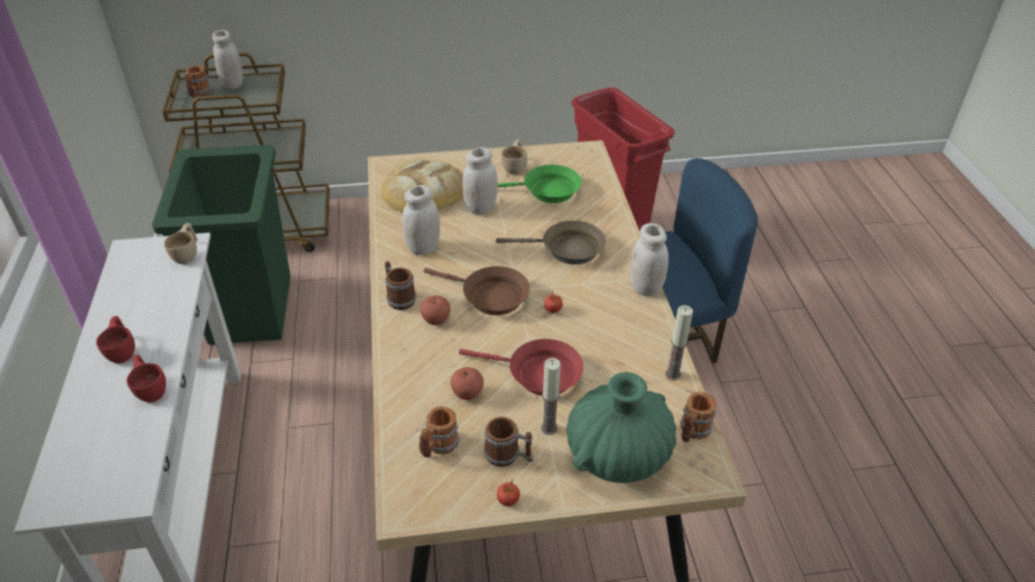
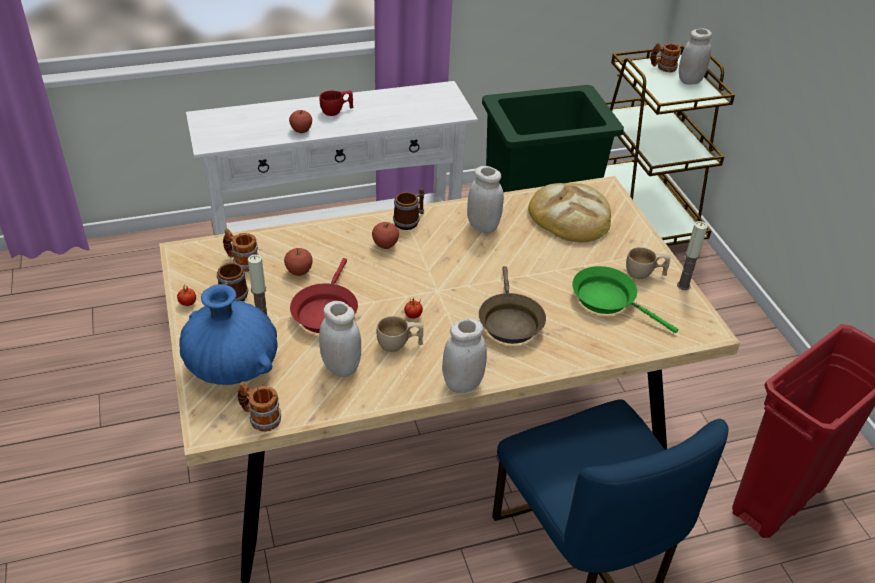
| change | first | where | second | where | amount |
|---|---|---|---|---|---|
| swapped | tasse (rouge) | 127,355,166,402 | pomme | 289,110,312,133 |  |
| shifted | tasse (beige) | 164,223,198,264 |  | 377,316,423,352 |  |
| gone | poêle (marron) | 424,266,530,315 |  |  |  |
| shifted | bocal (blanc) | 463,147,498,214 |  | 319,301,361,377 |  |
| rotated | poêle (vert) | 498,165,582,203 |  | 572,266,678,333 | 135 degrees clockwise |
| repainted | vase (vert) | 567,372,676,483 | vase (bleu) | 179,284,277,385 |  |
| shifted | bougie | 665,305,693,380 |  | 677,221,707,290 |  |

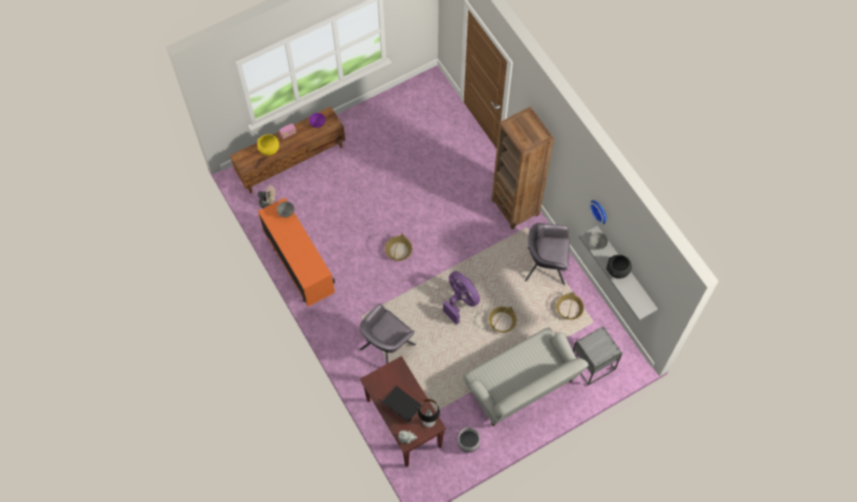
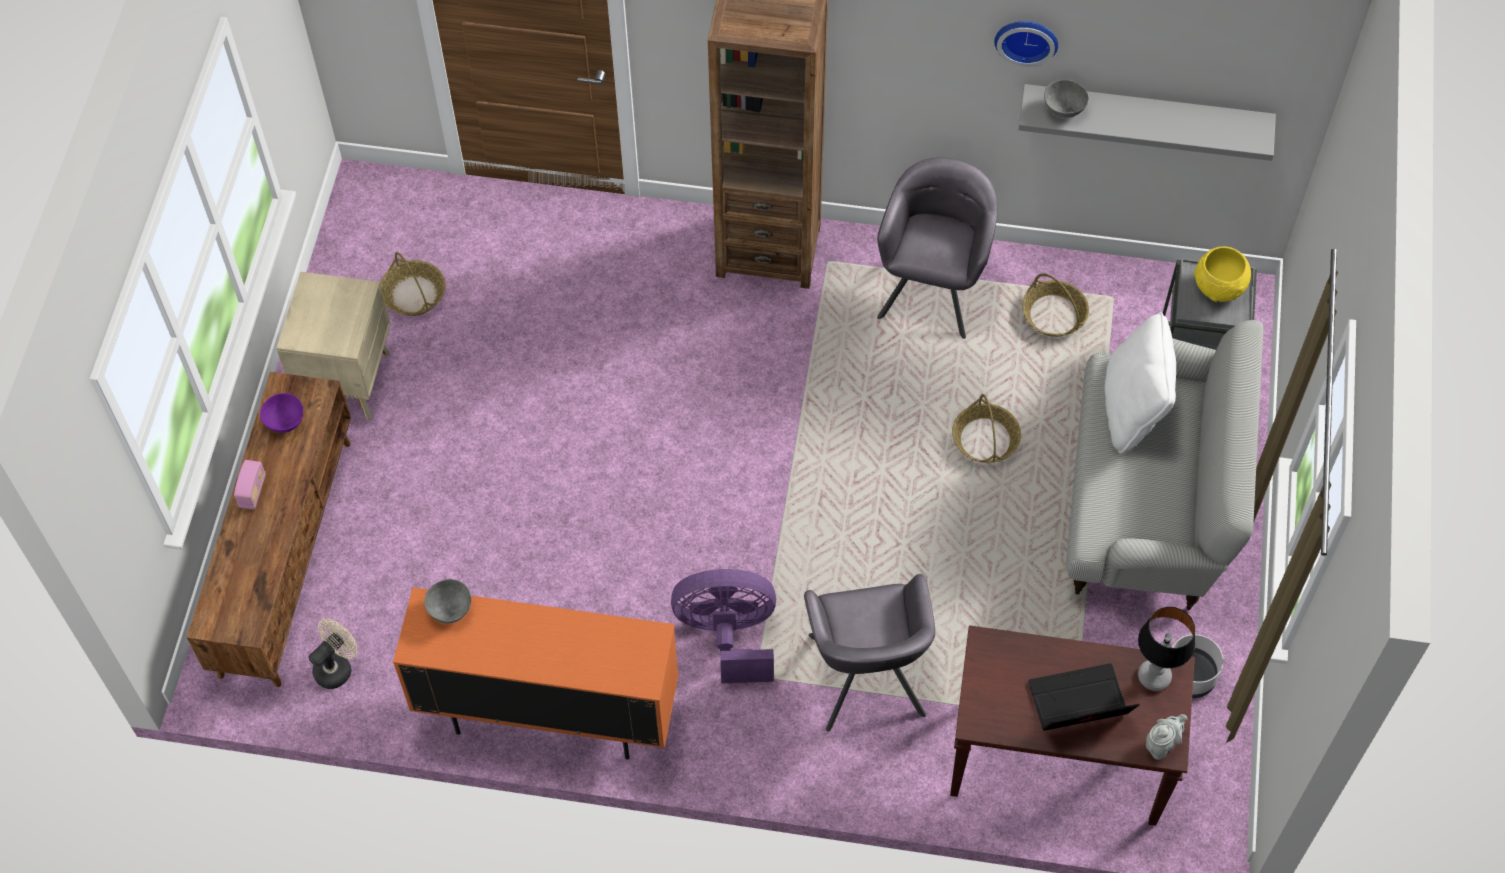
| change | first | where | second | where | amount |
|---|---|---|---|---|---|
| shifted | bol (jaune) | 257,134,279,156 |  | 1194,246,1251,302 |  |
| shifted | panier | 385,234,412,261 |  | 380,252,446,316 |  |
| shifted | ventilateur (violet) | 443,271,480,325 |  | 671,569,776,683 |  |
| rotated | fauteuil (gris) | 525,223,570,285 |  | 877,157,998,339 | 150 degrees clockwise |
| gone | bol (noir) | 606,255,632,279 |  |  |  |
| new |  |  | table de chevet (beige) | 276,272,391,420 |  |
| new |  |  | coussin (blanc) | 1105,312,1176,454 |  |

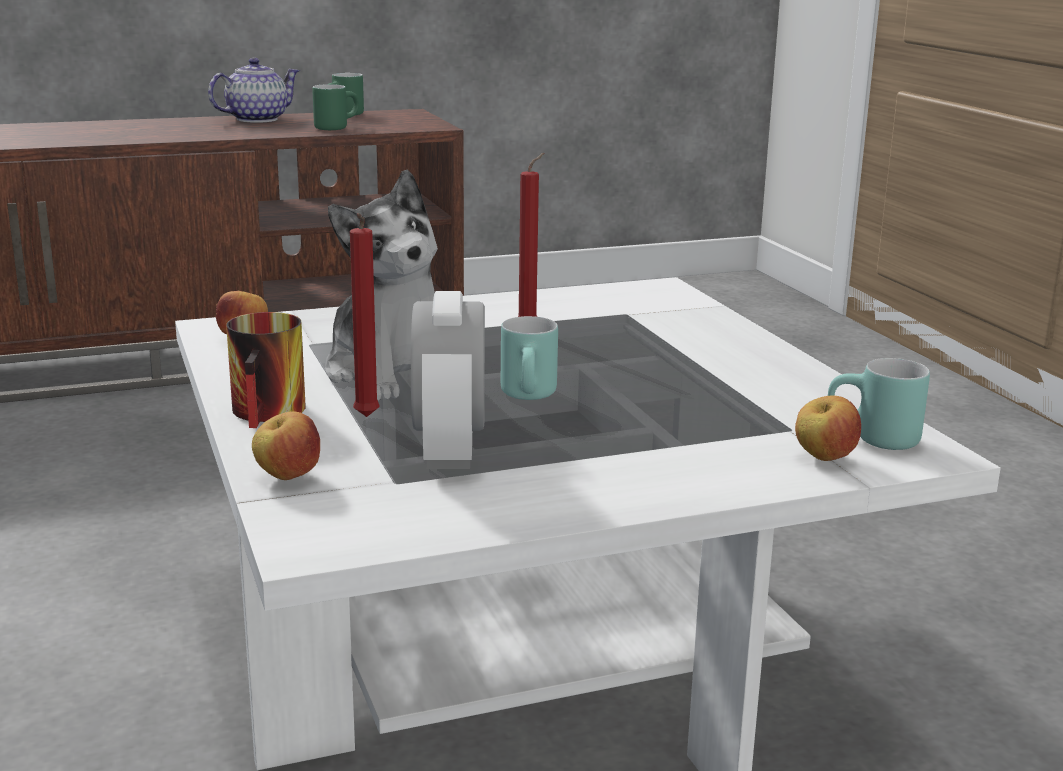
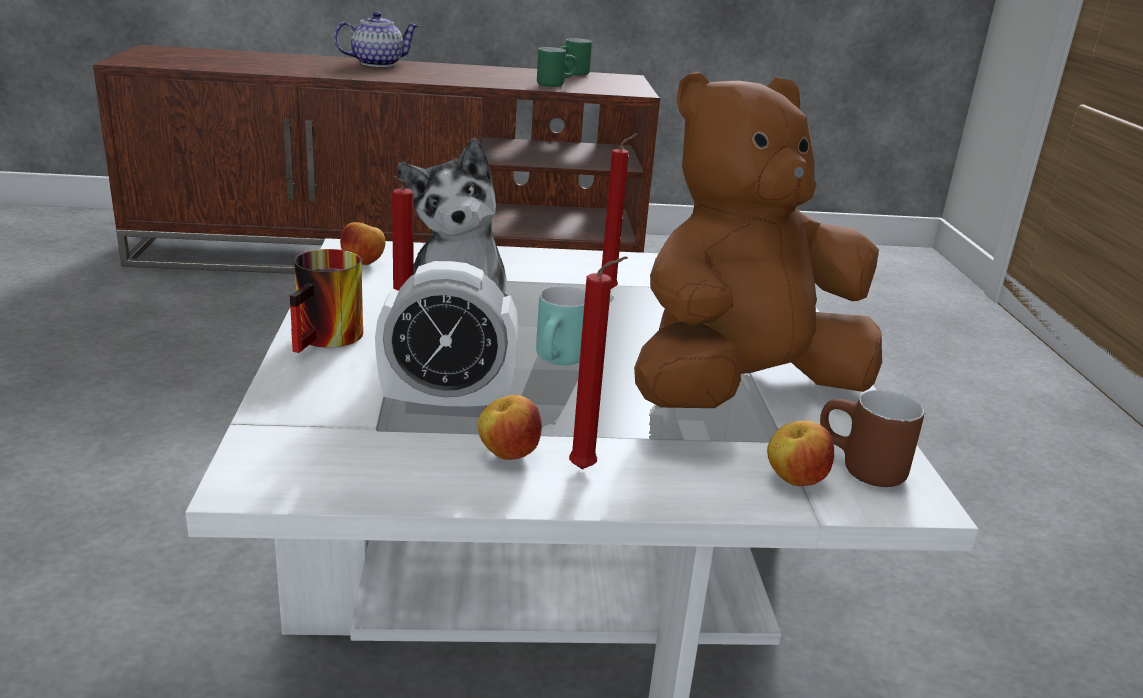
| change | first | where | second | where | amount |
|---|---|---|---|---|---|
| shifted | théière | 208,58,300,123 |  | 334,11,419,67 |  |
| shifted | pomme | 252,411,320,480 |  | 478,395,542,460 |  |
| rotated | réveil | 411,291,485,469 |  | 375,261,519,417 | 105 degrees counterclockwise |
| repainted | mug (turquoise) | 828,358,930,450 | mug (marron) | 820,390,924,487 |  |
| new |  |  | bougie (rouge) | 569,257,628,469 |  |
| new |  |  | peluche (marron) | 634,71,882,408 |  |

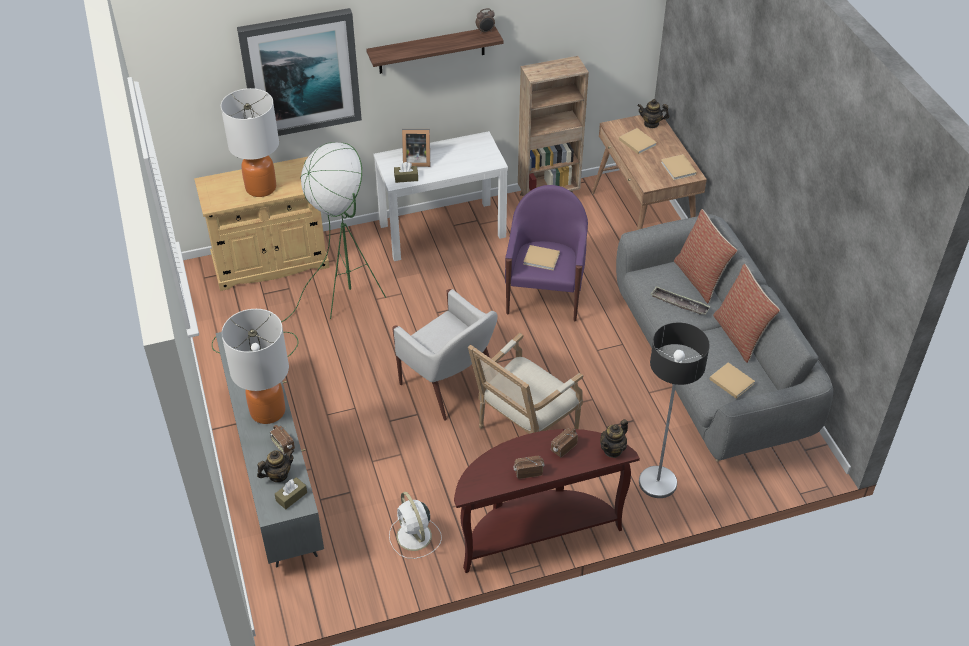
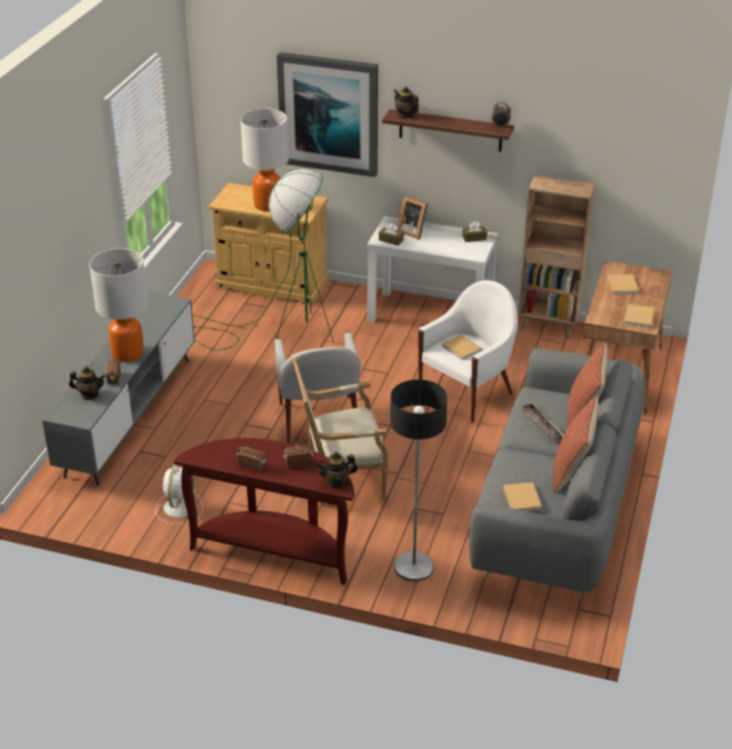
| change | first | where | second | where | amount |
|---|---|---|---|---|---|
| shifted | boîte à mouchoirs (marron) | 275,477,307,509 |  | 462,221,487,242 |  |
| repainted | fauteuil (violet) | 505,185,588,321 | fauteuil (blanc) | 418,280,518,423 |  |
| shifted | théière | 637,99,669,128 |  | 394,87,419,119 |  |

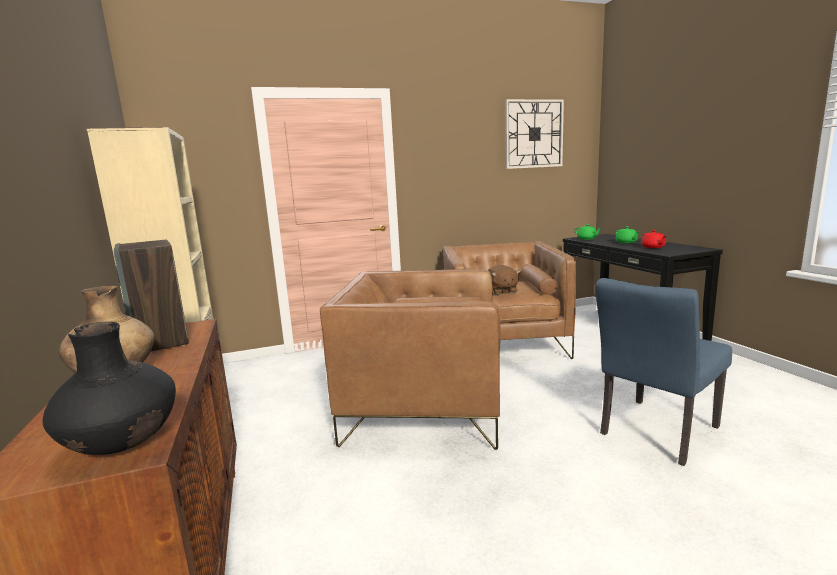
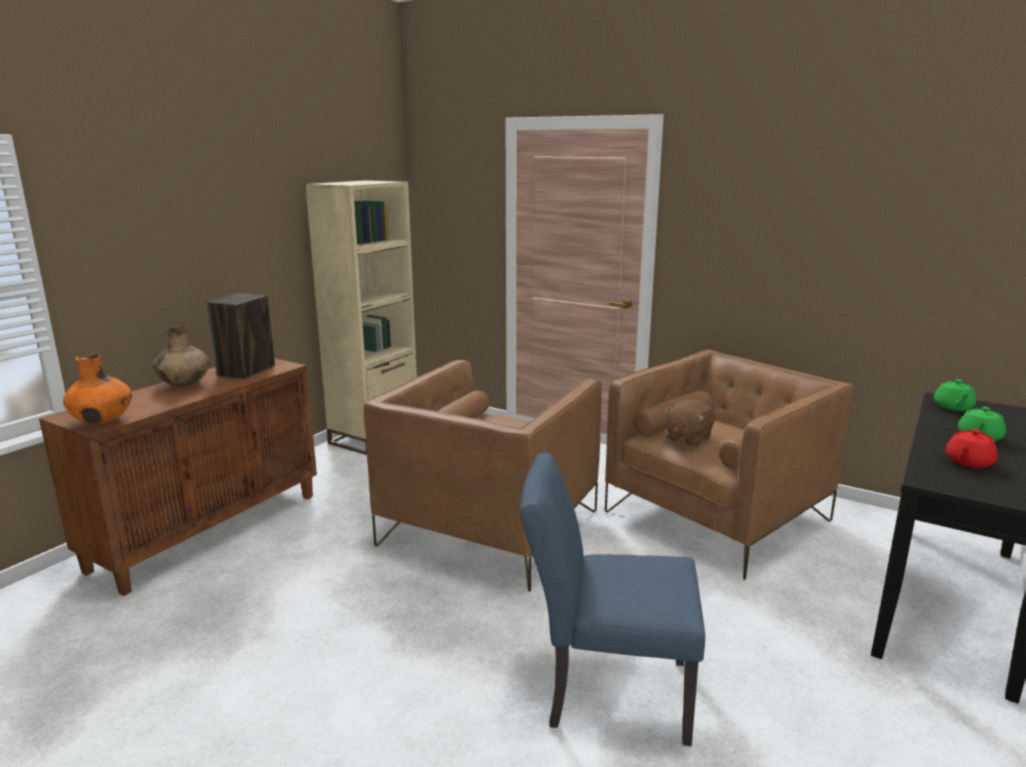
| change | first | where | second | where | amount |
|---|---|---|---|---|---|
| repainted | vase (noir) | 42,322,176,455 | vase (orange) | 63,354,132,424 |  |
| rotated | fauteuil (marron) | 320,269,500,450 |  | 364,359,602,592 | 120 degrees counterclockwise |
| gone | horloge murale | 505,99,564,169 |  |  |  |

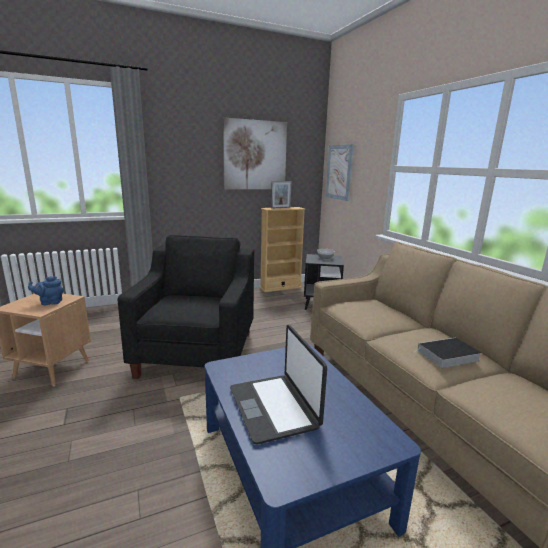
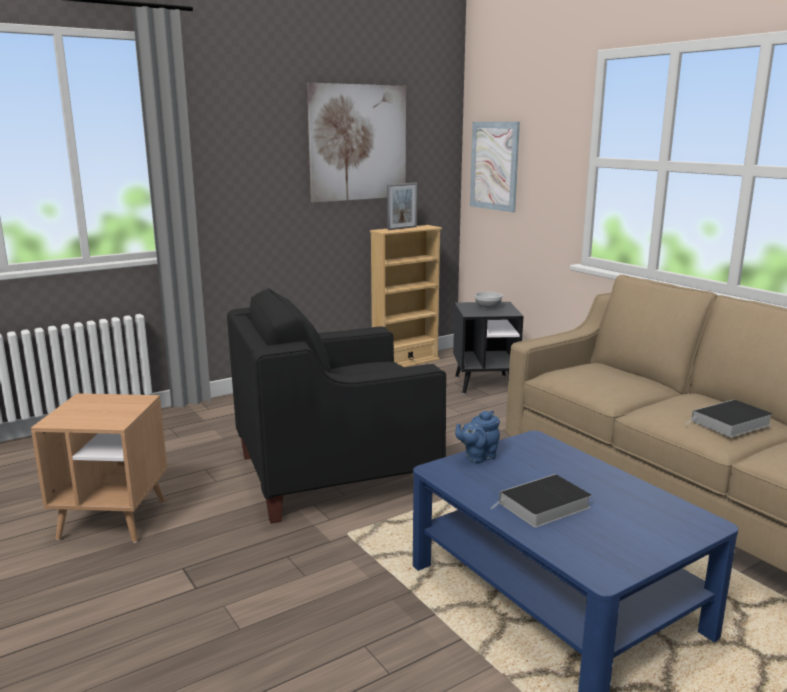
| change | first | where | second | where | amount |
|---|---|---|---|---|---|
| shifted | théière (bleu) | 28,276,64,305 |  | 455,410,500,463 |  |
| rotated | fauteuil (noir) | 118,235,254,379 |  | 227,288,446,524 | 105 degrees counterclockwise |
| swapped | ordinateur portable | 230,325,327,445 | livre | 490,474,591,528 |  |

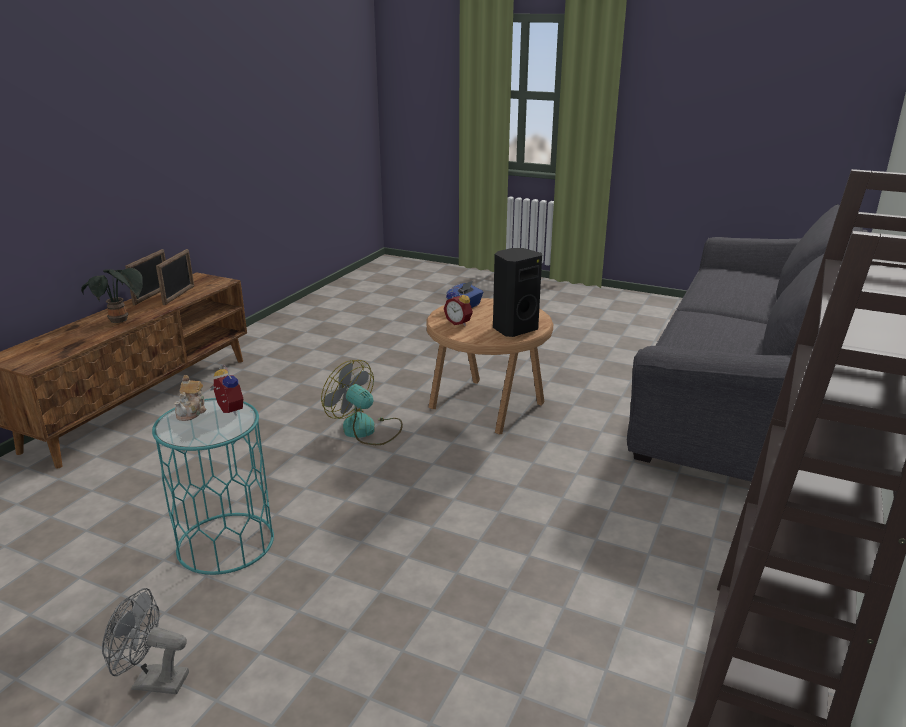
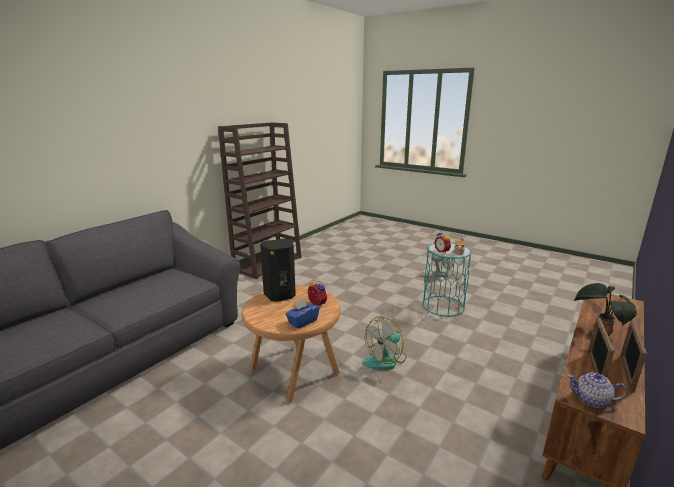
| change | first | where | second | where | amount |
|---|---|---|---|---|---|
| rotated | ventilateur | 321,360,403,445 |  | 363,316,407,370 | 90 degrees clockwise |
| new |  |  | théière | 567,372,627,408 |  |

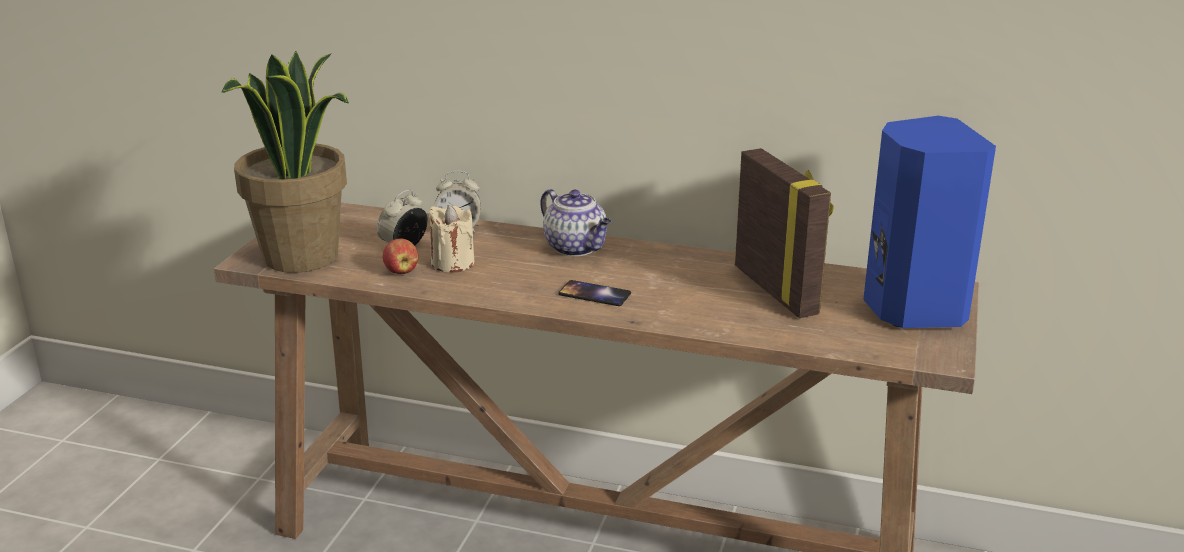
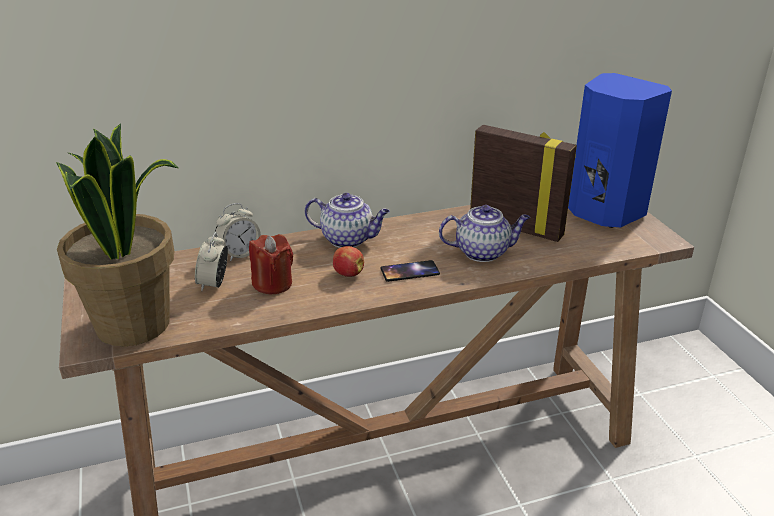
| change | first | where | second | where | amount |
|---|---|---|---|---|---|
| shifted | pomme | 383,238,418,274 |  | 333,246,364,277 |  |
| repainted | bougie (beige) | 429,205,474,272 | bougie (rouge) | 249,234,293,294 |  |
| new |  |  | théière | 439,205,530,262 |  |

